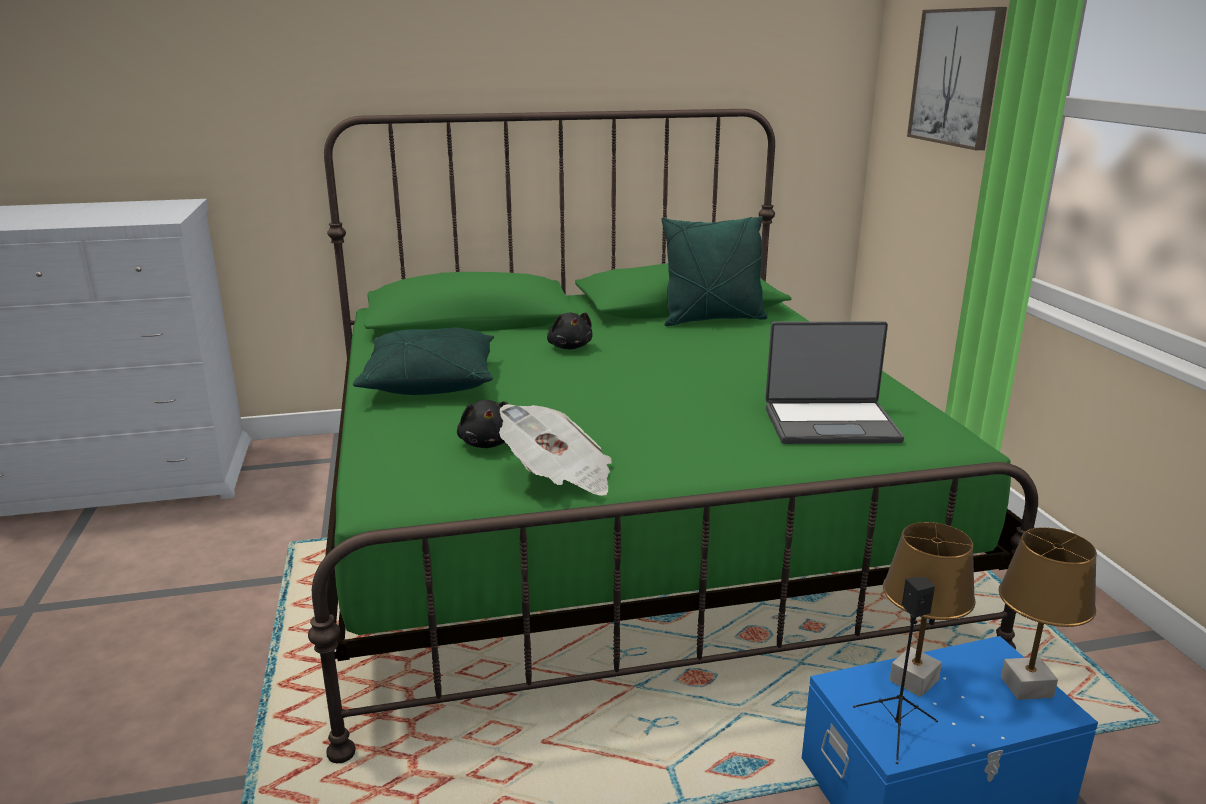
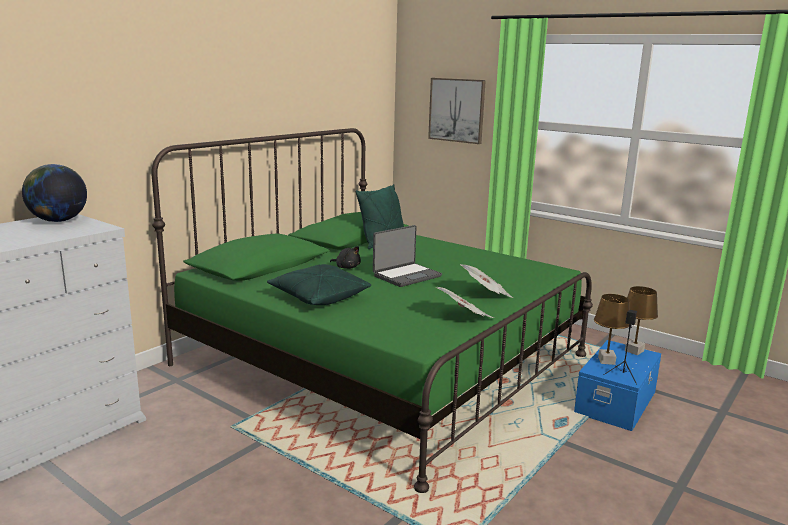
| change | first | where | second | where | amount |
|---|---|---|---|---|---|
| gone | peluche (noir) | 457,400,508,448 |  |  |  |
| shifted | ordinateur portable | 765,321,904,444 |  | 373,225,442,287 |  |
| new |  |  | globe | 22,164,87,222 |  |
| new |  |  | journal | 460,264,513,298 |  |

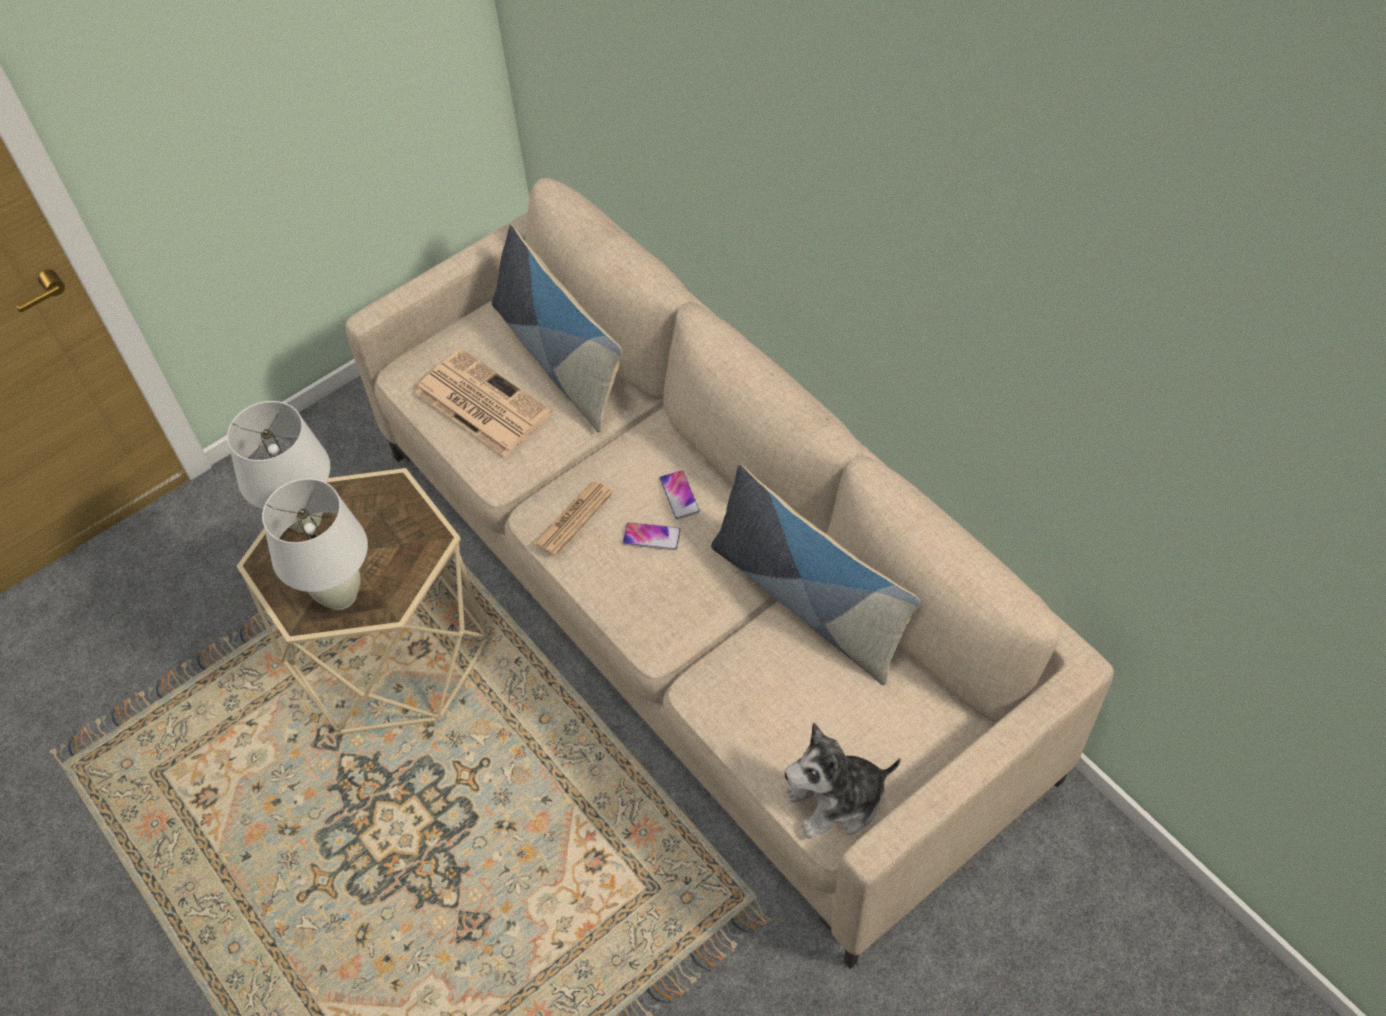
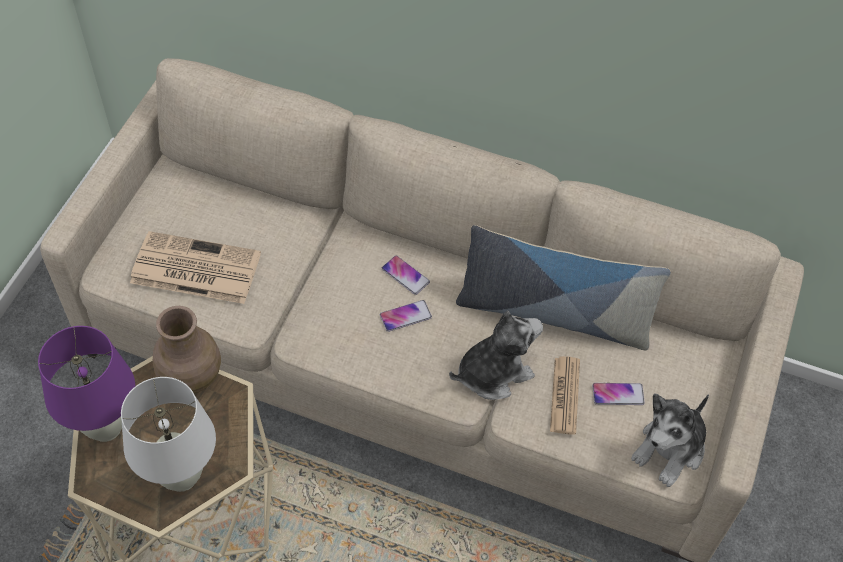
| change | first | where | second | where | amount |
|---|---|---|---|---|---|
| repainted | lampe de table (blanc) | 227,401,330,533 | lampe de table (violet) | 38,326,135,442 |  |
| gone | coussin | 492,225,622,432 |  |  |  |
| shifted | journal | 534,481,613,556 |  | 550,356,580,435 |  |
| new |  |  | vase (marron) | 153,306,221,393 |  |
| new |  |  | peluche | 449,310,543,400 |  |
| new |  |  | téléphone | 592,383,645,405 |  |

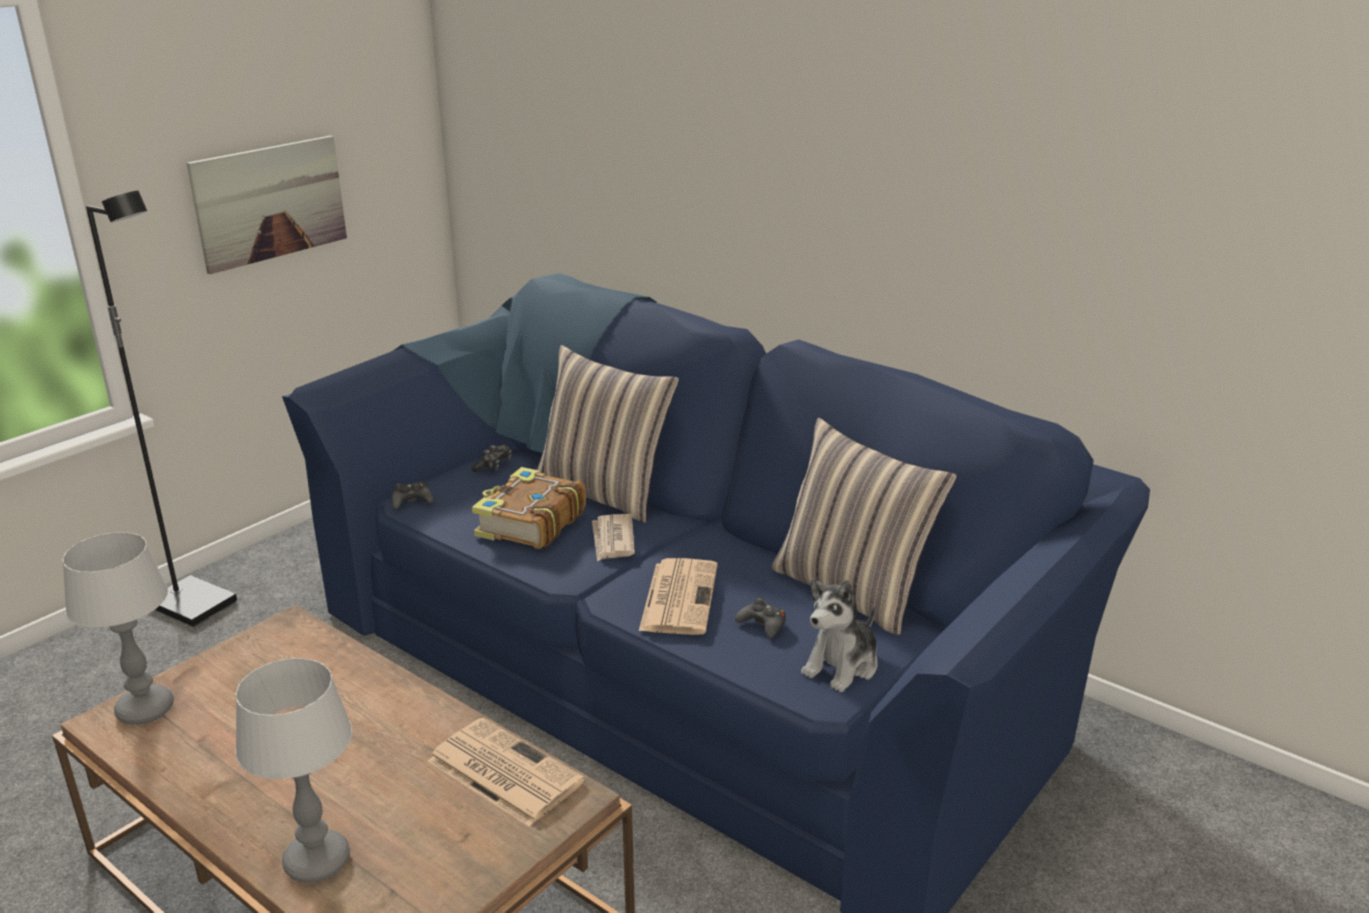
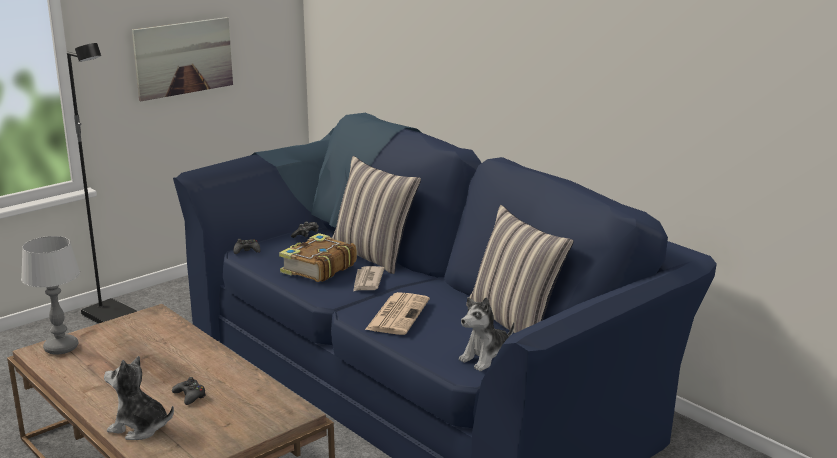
| change | first | where | second | where | amount |
|---|---|---|---|---|---|
| swapped | lampe de table | 235,658,352,883 | peluche | 104,356,174,440 |  |
| gone | journal | 428,718,585,827 |  |  |  |
| shifted | manette (noir) | 735,598,786,638 |  | 172,377,206,405 |  |

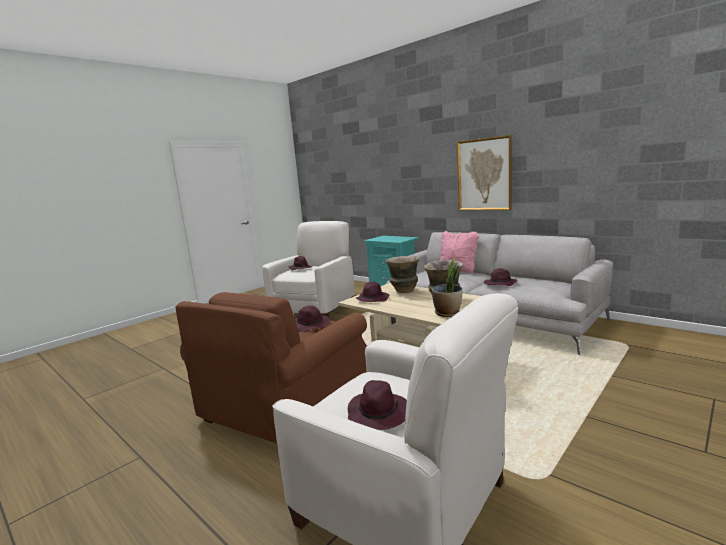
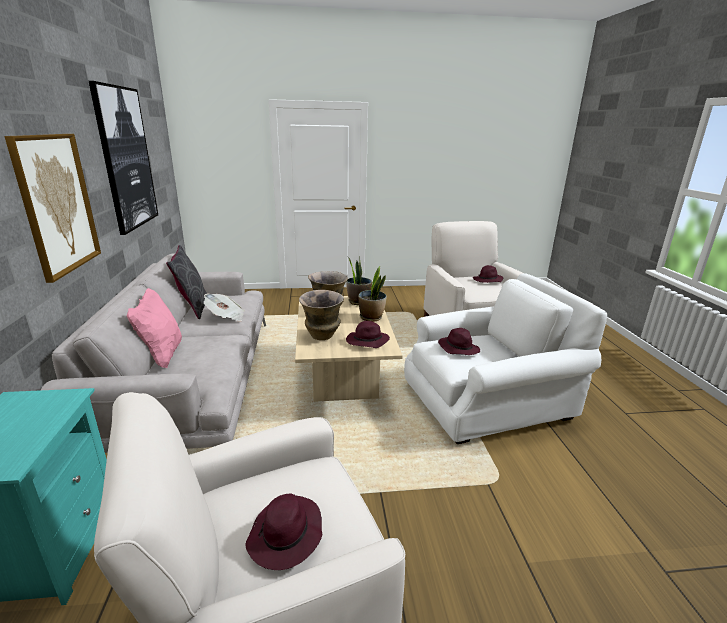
| change | first | where | second | where | amount |
|---|---|---|---|---|---|
| repainted | fauteuil (marron) | 176,292,367,443 | fauteuil (blanc) | 404,273,607,444 |  |
| swapped | chapeau (violet) | 484,268,518,286 | journal | 203,294,245,322 |  |
| new |  |  | tableau | 89,81,158,235 |  |
| new |  |  | coussin (gris) | 166,245,207,319 |  |
| new |  |  | plante en pot | 358,266,387,322 |  |

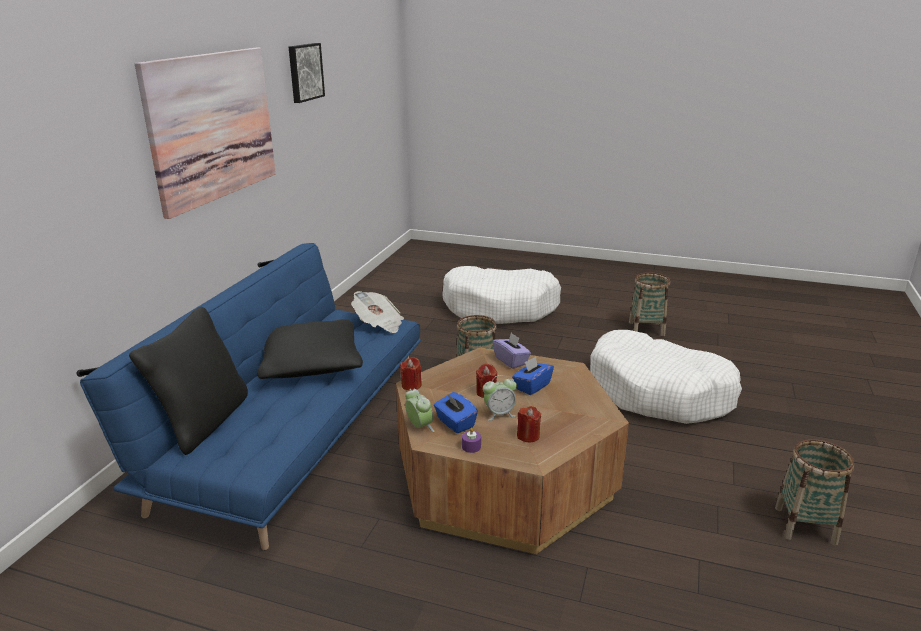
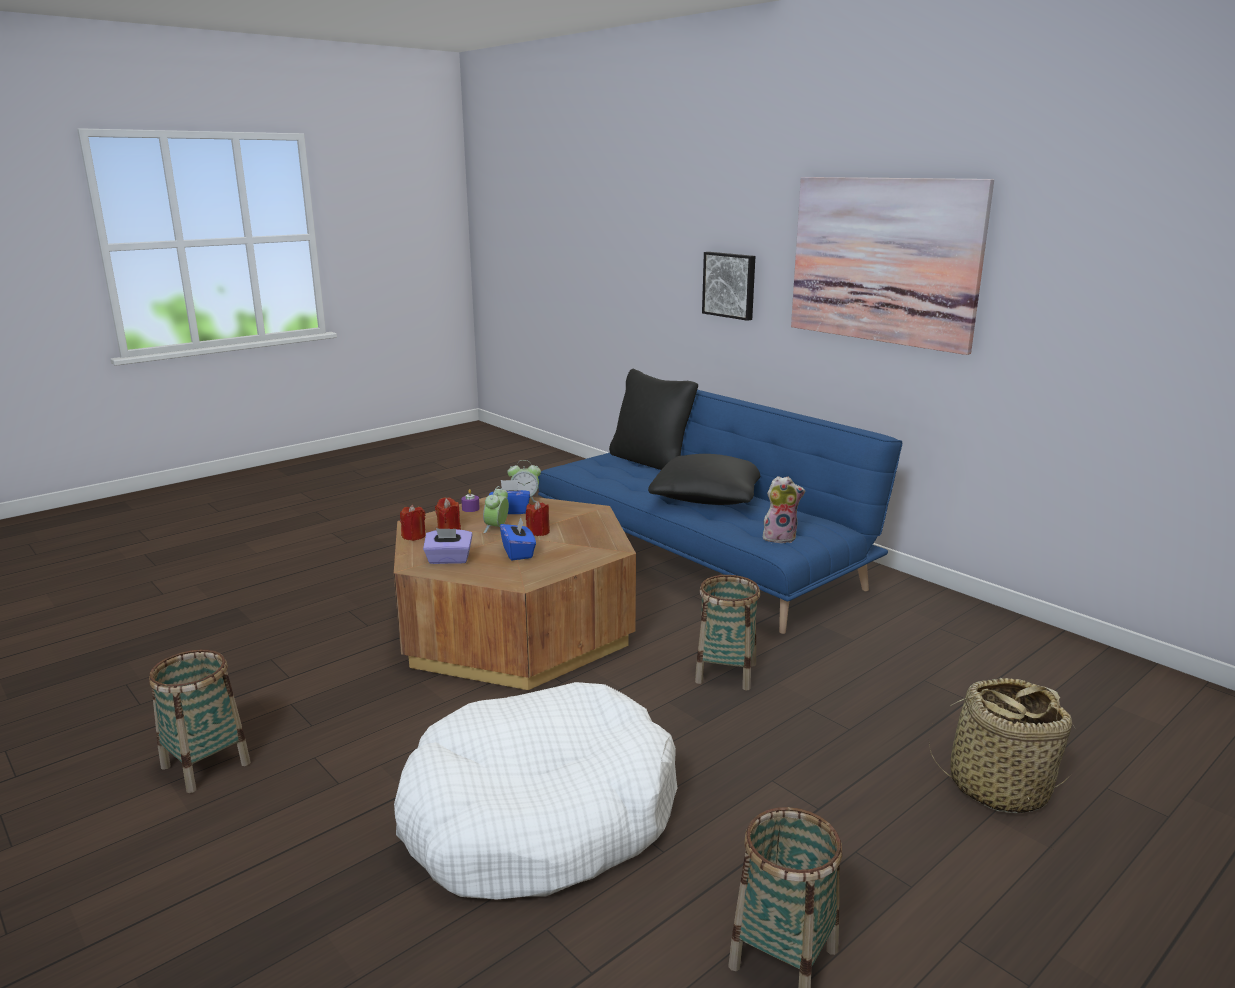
| change | first | where | second | where | amount |
|---|---|---|---|---|---|
| shifted | tableau | 289,43,325,103 |  | 702,252,755,321 |  |
| swapped | journal | 351,291,404,333 | peluche | 763,476,805,544 |  |
| shifted | bougie (rouge) | 400,357,422,390 |  | 400,505,425,541 |  |
| swapped | panier pour chien (blanc) | 442,266,561,324 | panier | 929,678,1075,814 |  |
| shifted | boîte à mouchoirs (violet) | 493,333,531,369 |  | 423,528,473,564 |  |

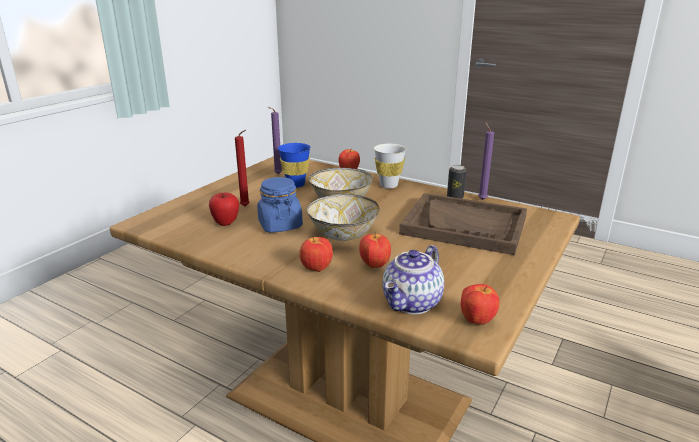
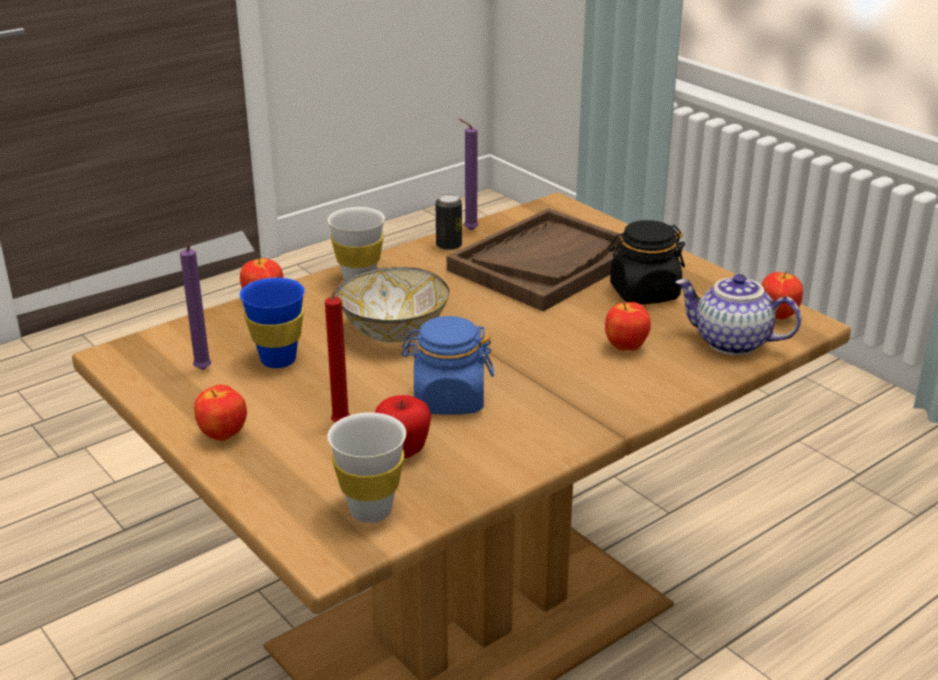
| change | first | where | second | where | amount |
|---|---|---|---|---|---|
| shifted | pomme | 299,237,333,272 |  | 194,385,247,441 |  |
| gone | bol | 307,194,380,241 |  |  |  |
| rotated | théière | 382,245,444,314 |  | 675,274,801,355 | 150 degrees clockwise |
| new |  |  | tasse (blanc) | 328,412,406,523 |  |
| new |  |  | bocal (noir) | 608,220,685,304 |  |

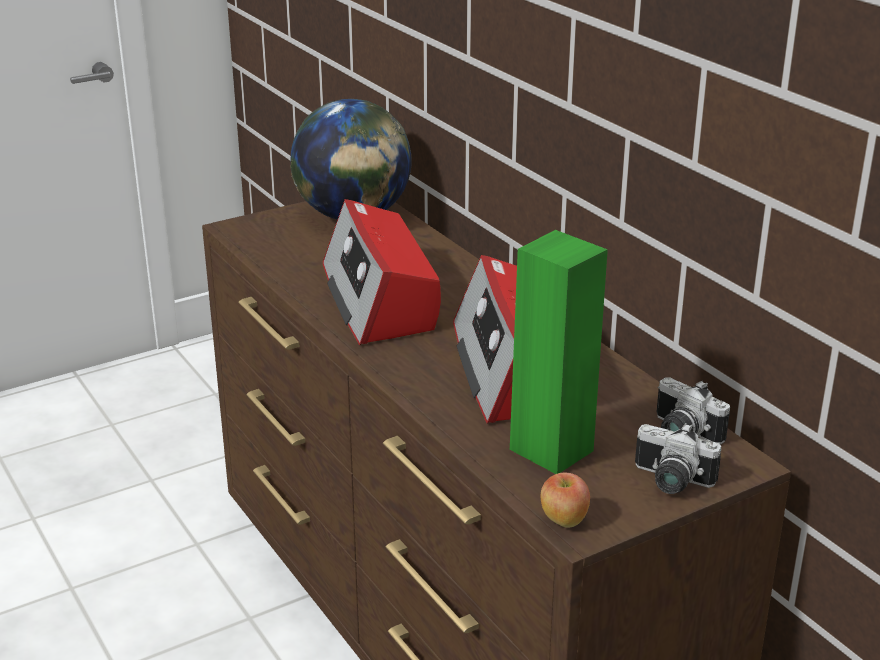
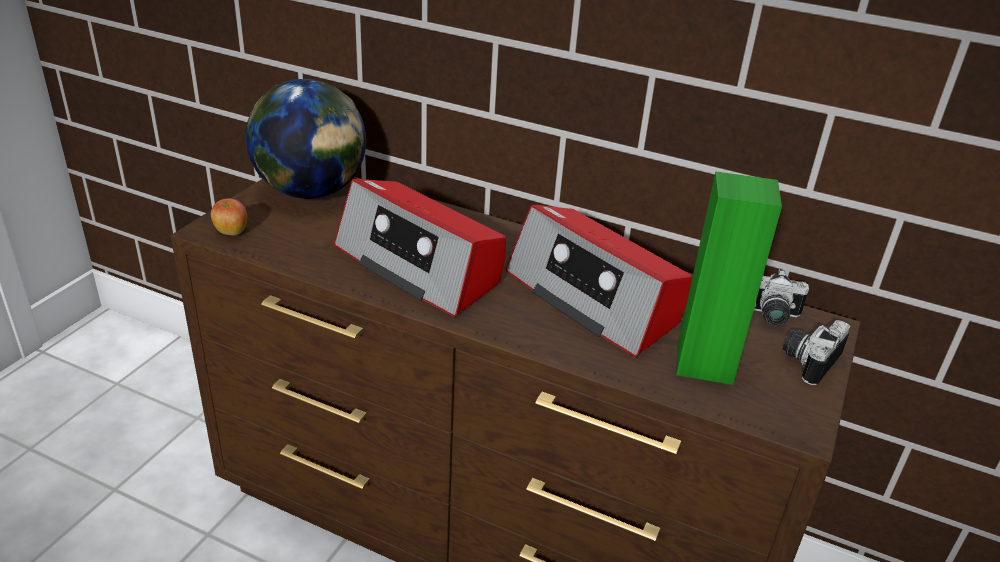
| change | first | where | second | where | amount |
|---|---|---|---|---|---|
| shifted | pomme | 541,473,590,528 |  | 211,198,247,236 |  |
| rotated | appareil photo | 635,423,721,494 |  | 782,320,850,385 | 135 degrees clockwise |

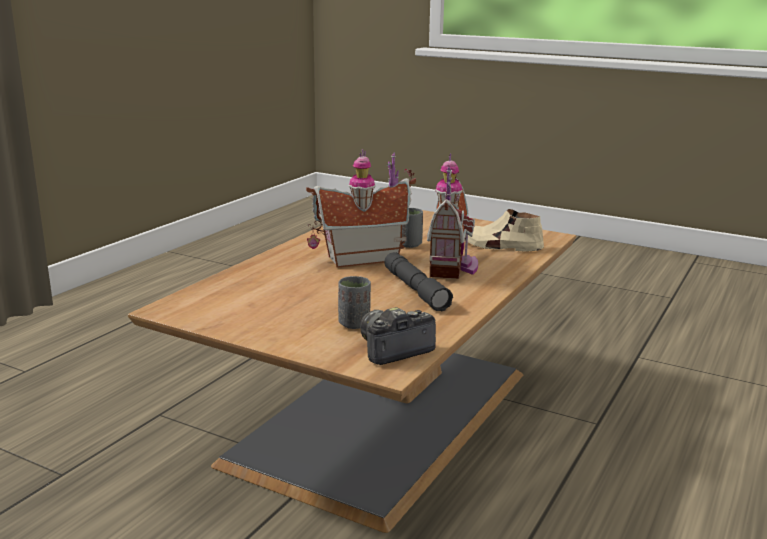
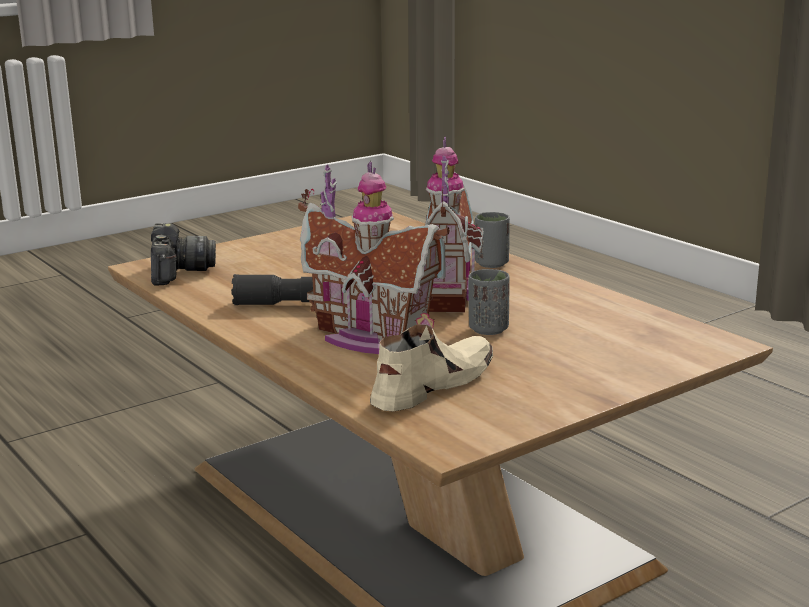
| change | first | where | second | where | amount |
|---|---|---|---|---|---|
| shifted | tasse (gris) | 338,276,371,329 |  | 475,212,510,268 |  |

